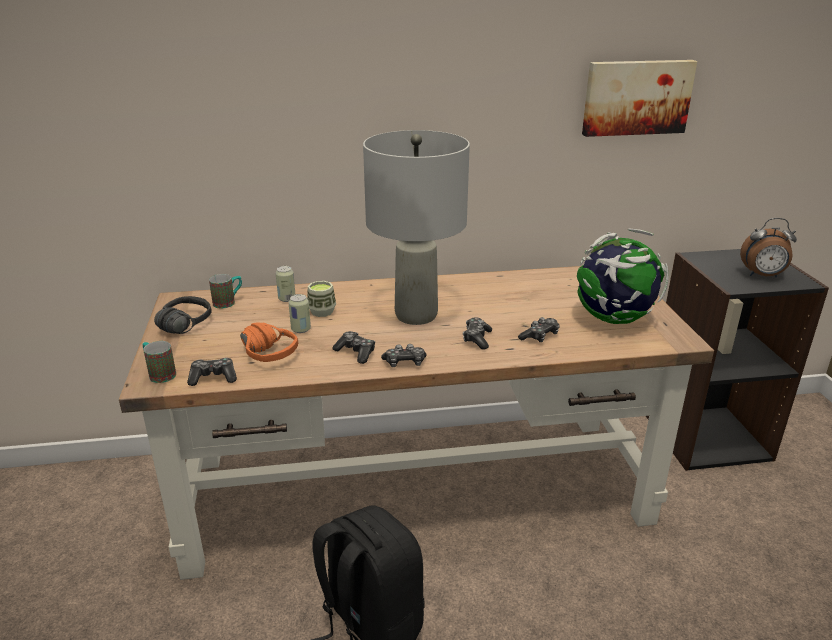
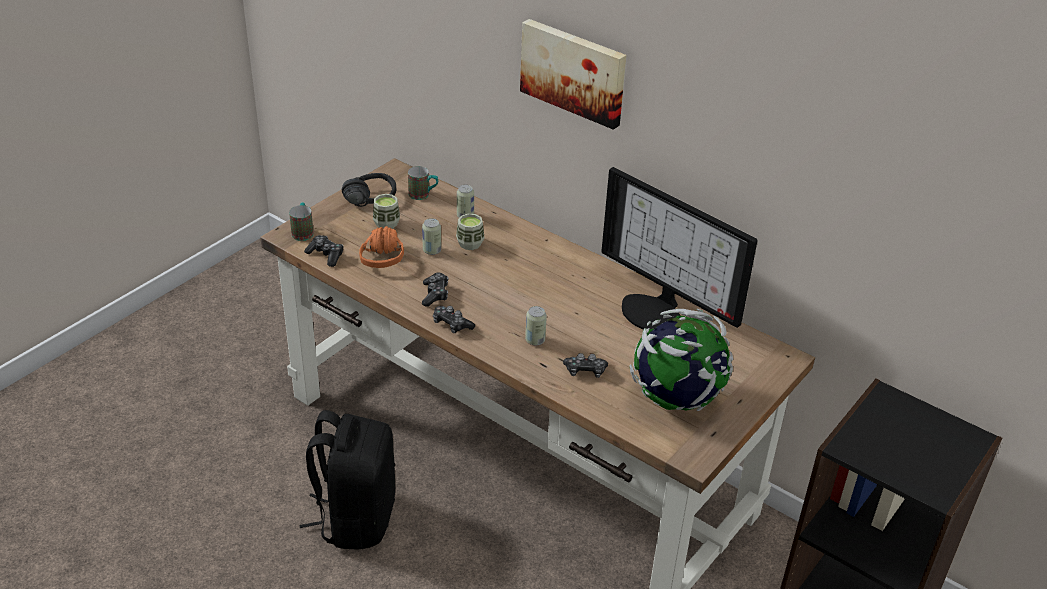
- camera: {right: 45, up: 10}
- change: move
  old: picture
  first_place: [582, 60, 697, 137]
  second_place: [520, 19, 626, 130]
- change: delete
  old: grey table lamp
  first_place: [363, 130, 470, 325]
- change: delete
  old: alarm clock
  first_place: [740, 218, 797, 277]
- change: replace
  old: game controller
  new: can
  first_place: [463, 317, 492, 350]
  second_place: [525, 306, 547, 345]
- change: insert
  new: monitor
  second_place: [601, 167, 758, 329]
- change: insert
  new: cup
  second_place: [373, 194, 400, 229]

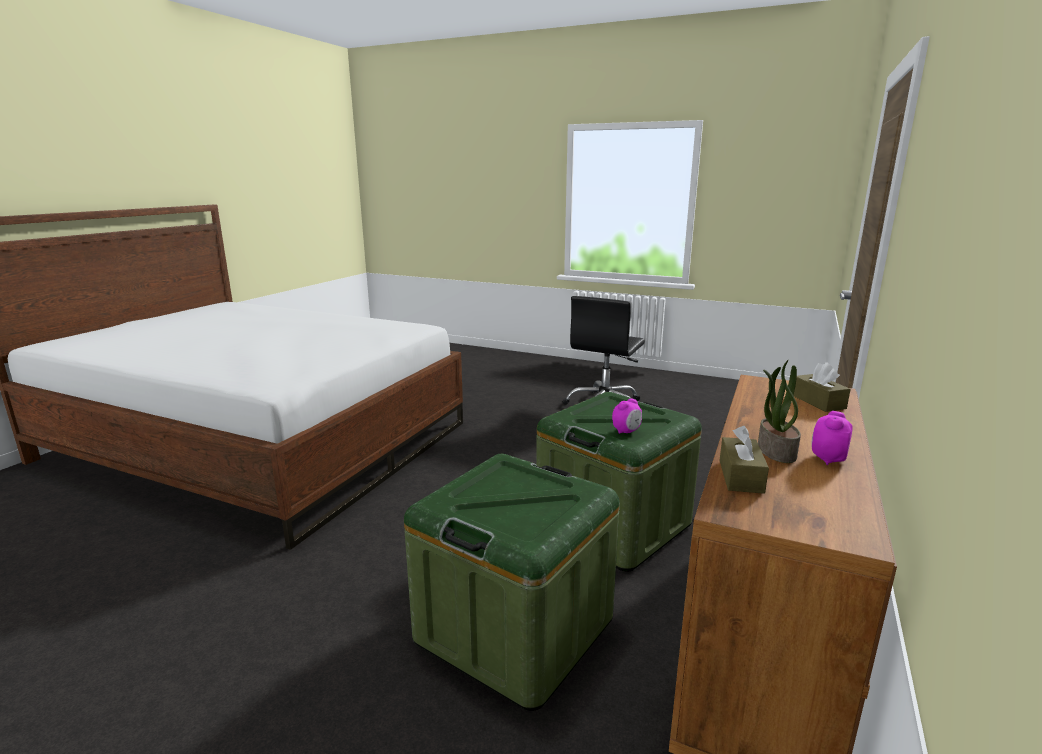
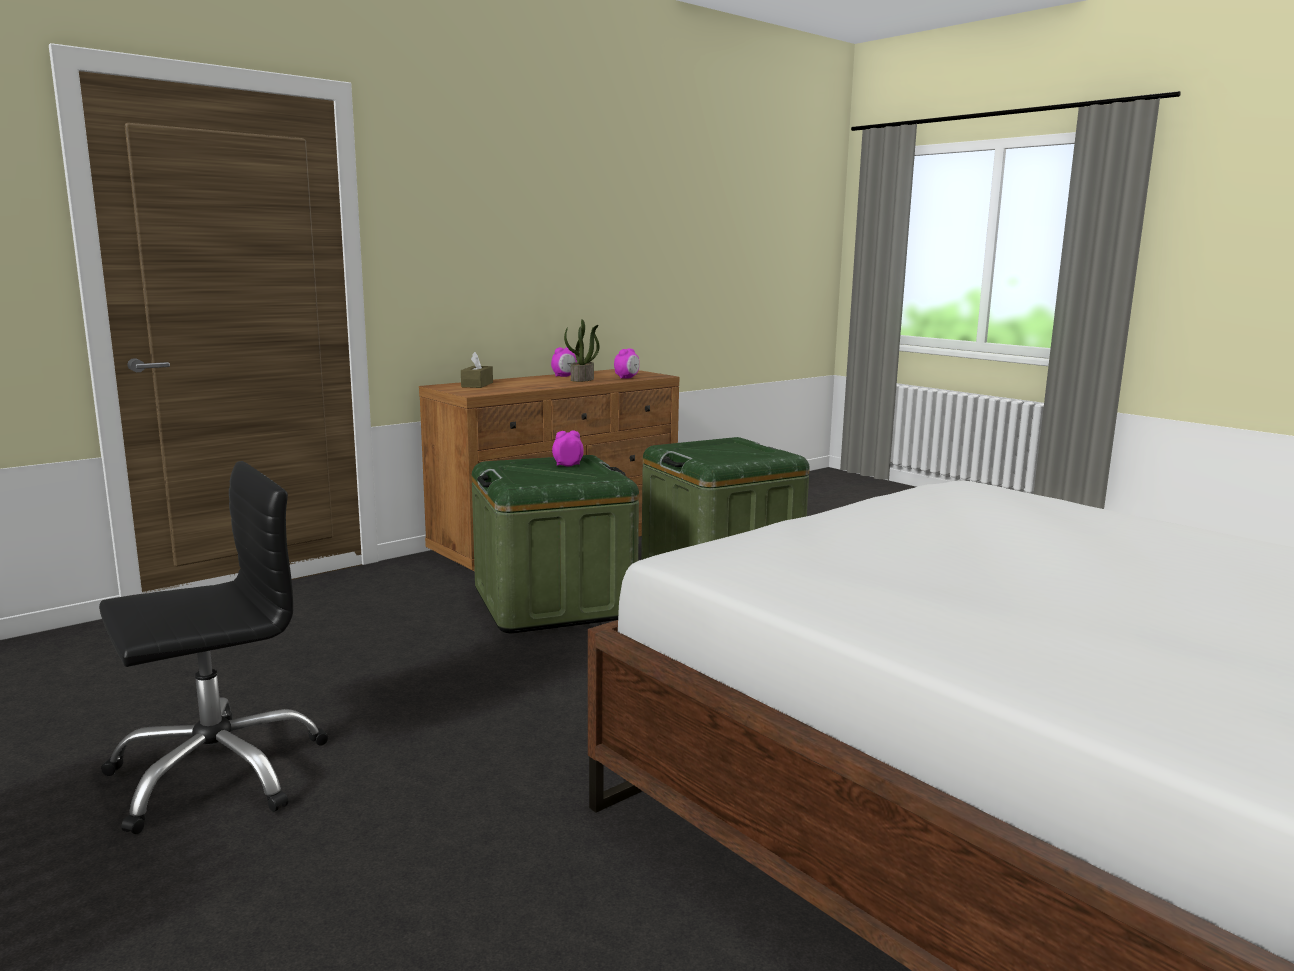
- camera: {right: -155, up: -5}
- change: replace
  old: brown tissue box
  new: alarm clock
  first_place: [719, 426, 769, 494]
  second_place: [614, 348, 639, 379]

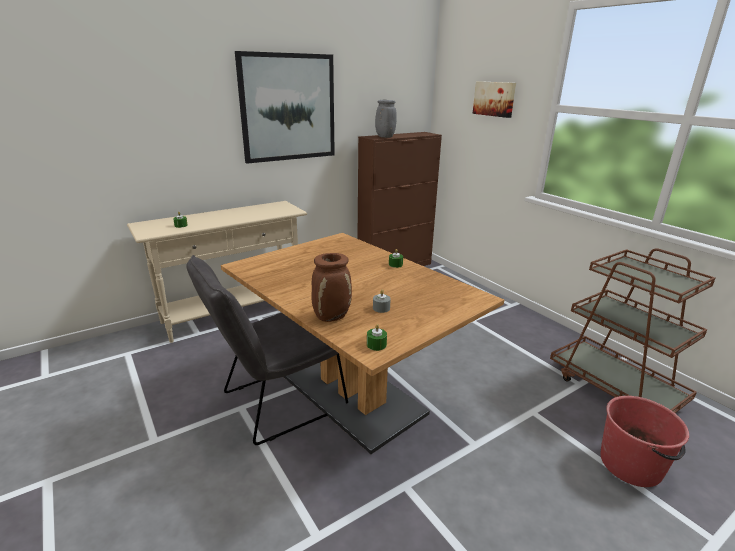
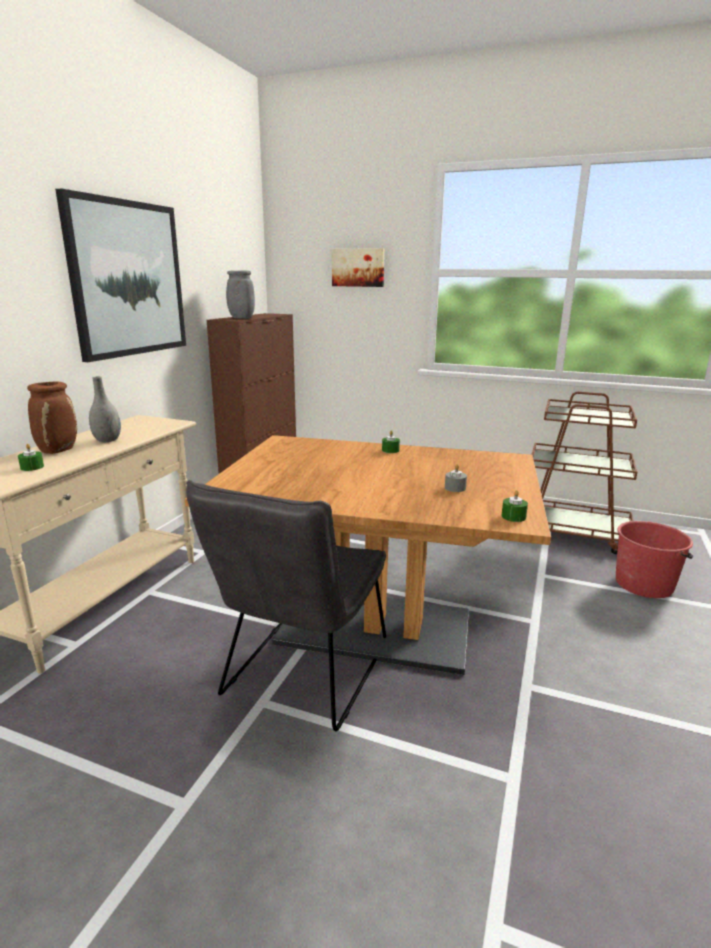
- camera: {right: -35, up: -5}
- change: move
  old: brown vase
  first_place: [311, 253, 352, 322]
  second_place: [27, 382, 77, 454]
- change: insert
  new: grey vase
  second_place: [89, 376, 121, 442]

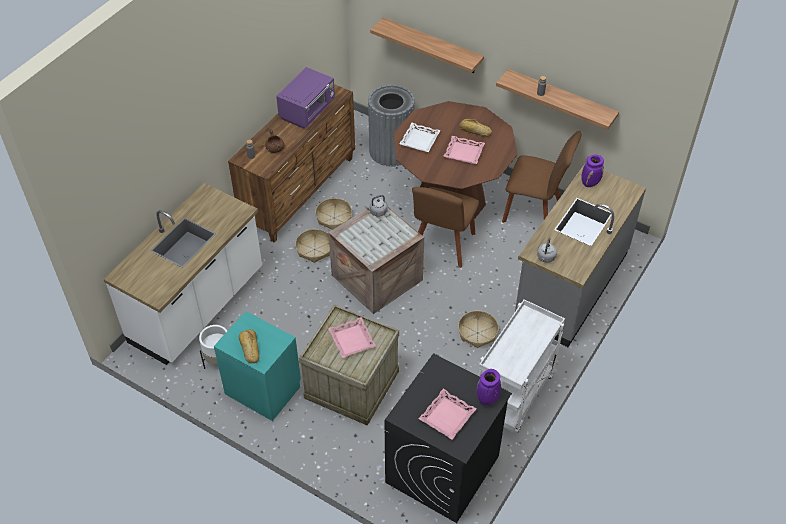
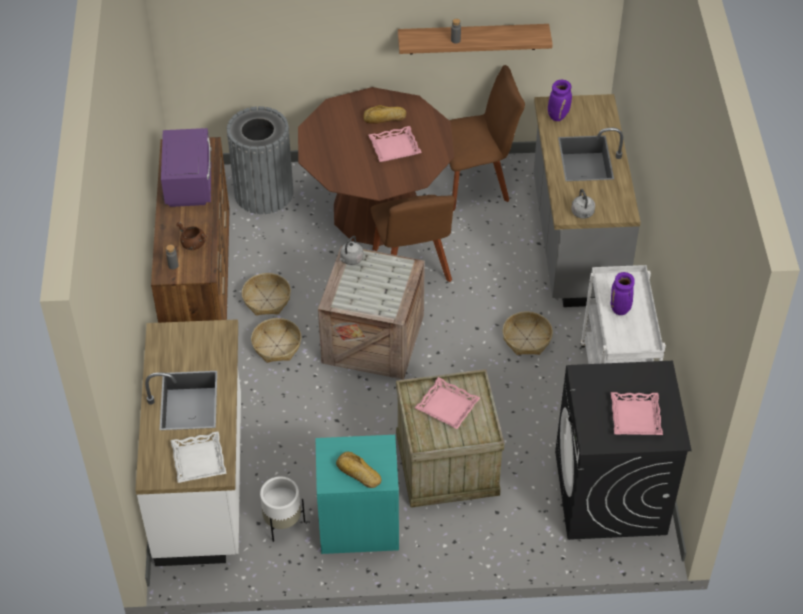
- camera: {right: -35, up: 0}
- change: delete
  old: shelf
  first_place: [370, 17, 484, 73]
- change: move
  old: white tray
  first_place: [399, 123, 441, 152]
  second_place: [171, 431, 227, 483]
- change: move
  old: purple vase
  first_place: [477, 369, 501, 405]
  second_place: [611, 272, 635, 315]

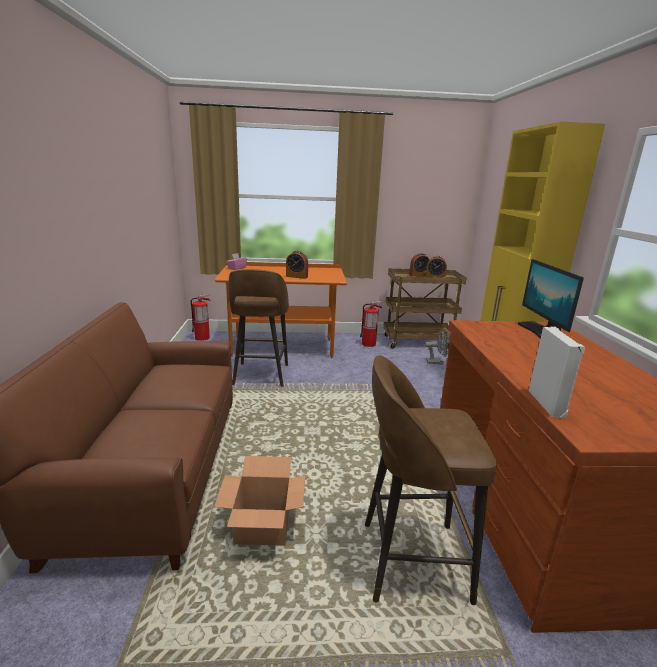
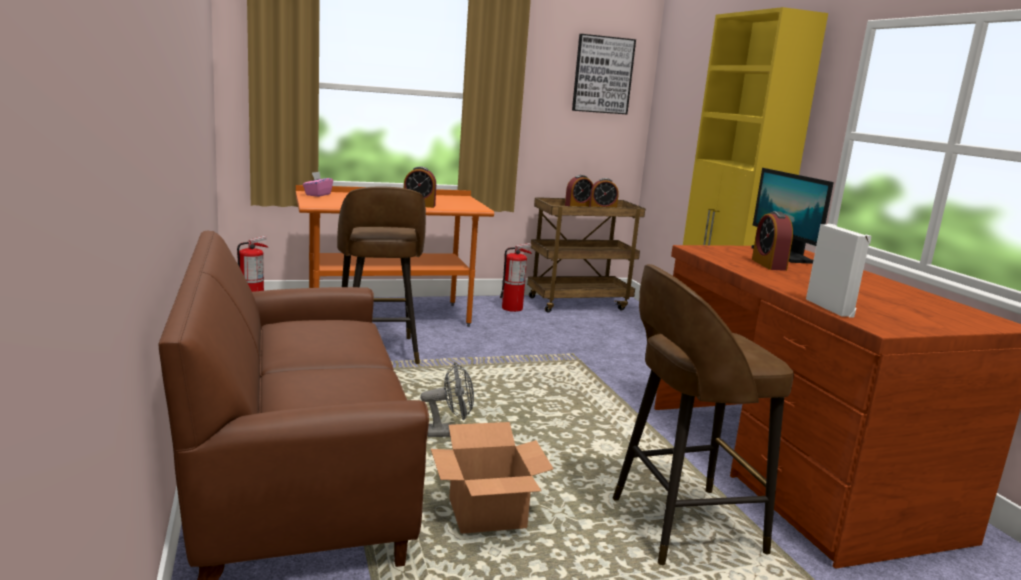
- camera: {right: -15, up: -5}
- change: move
  old: grey fan
  first_place: [425, 330, 450, 364]
  second_place: [420, 363, 474, 437]
- change: insert
  new: picture
  second_place: [572, 34, 636, 114]
- change: insert
  new: alarm clock
  second_place: [752, 211, 793, 271]

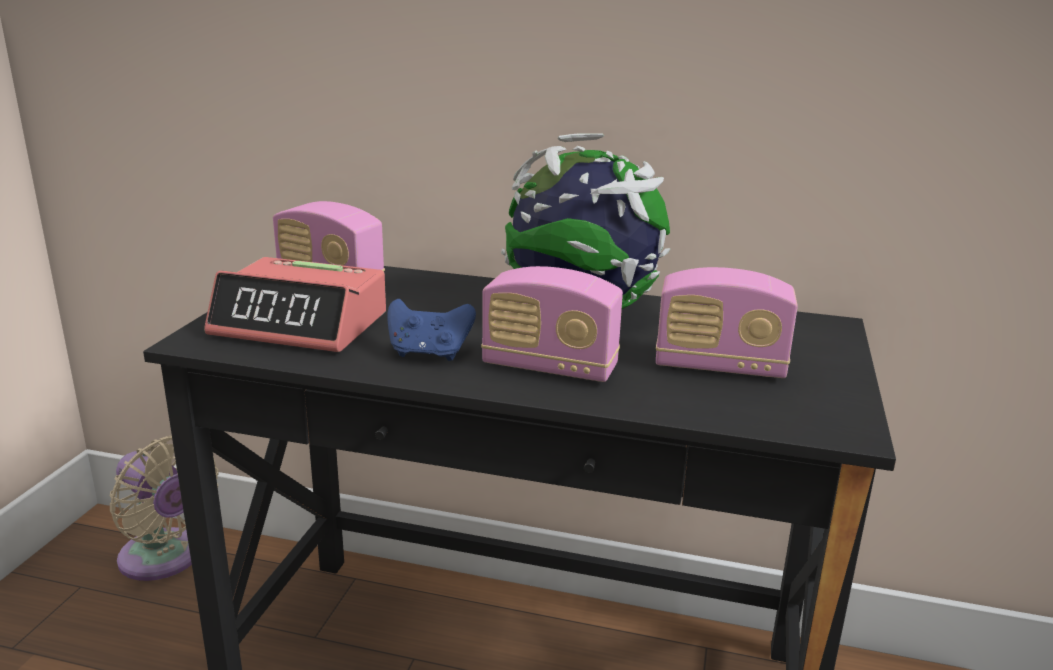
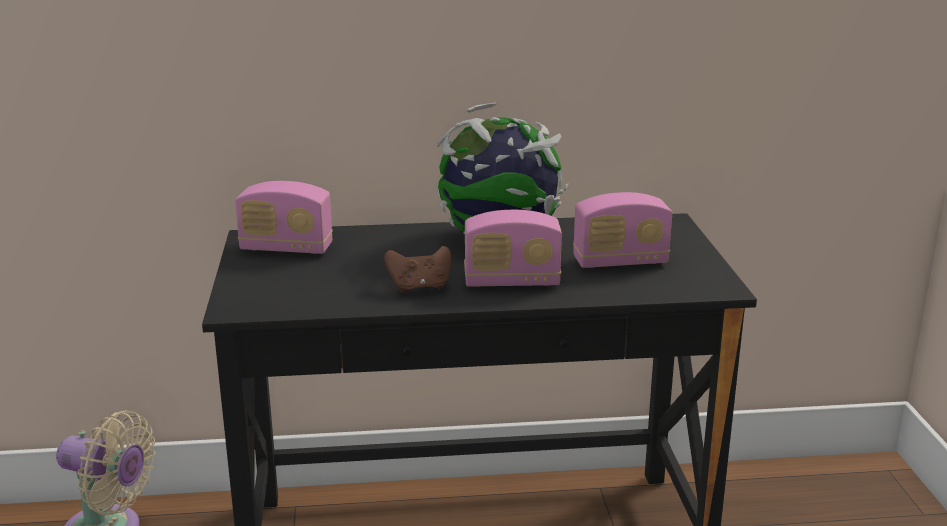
- camera: {right: -20, up: 0}
- change: delete
  old: alarm clock
  first_place: [204, 257, 386, 352]
- change: recolor
  old: blue game controller
  new: brown game controller
  first_place: [387, 299, 476, 361]
  second_place: [384, 246, 451, 293]

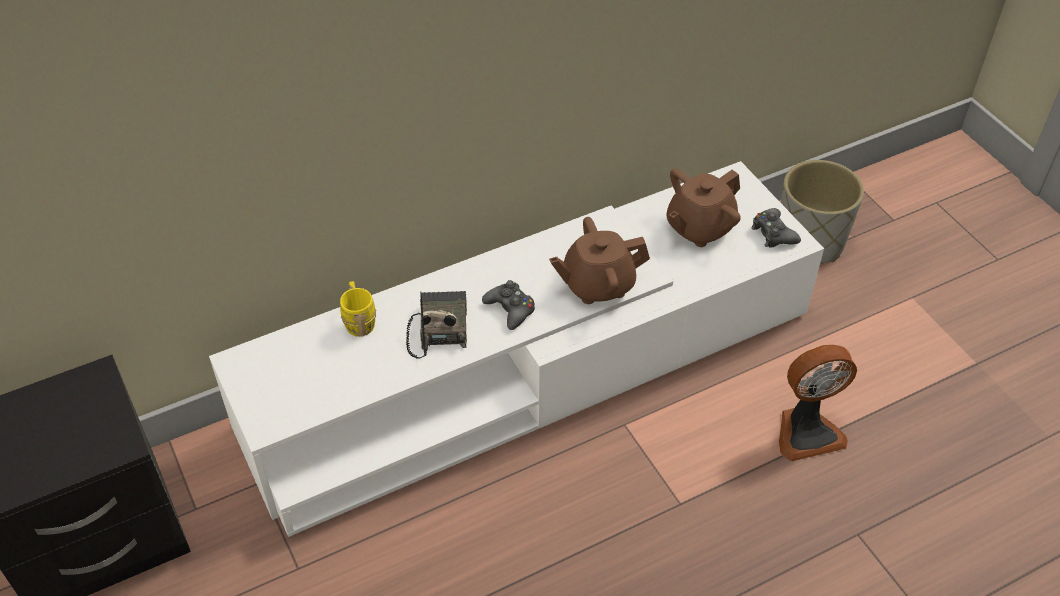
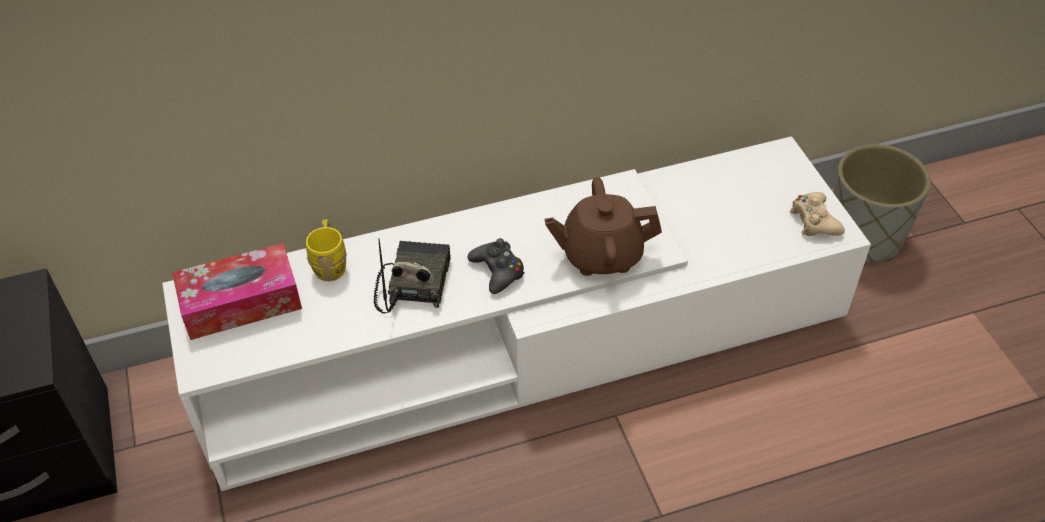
- camera: {right: 10, up: 0}
- change: delete
  old: brown teapot
  first_place: [667, 169, 741, 247]
- change: recolor
  old: black game controller
  new: beige game controller
  first_place: [752, 208, 801, 248]
  second_place: [790, 192, 845, 236]
- change: delete
  old: fan
  first_place: [779, 345, 857, 461]
- change: insert
  new: tissue box
  second_place: [172, 243, 302, 340]

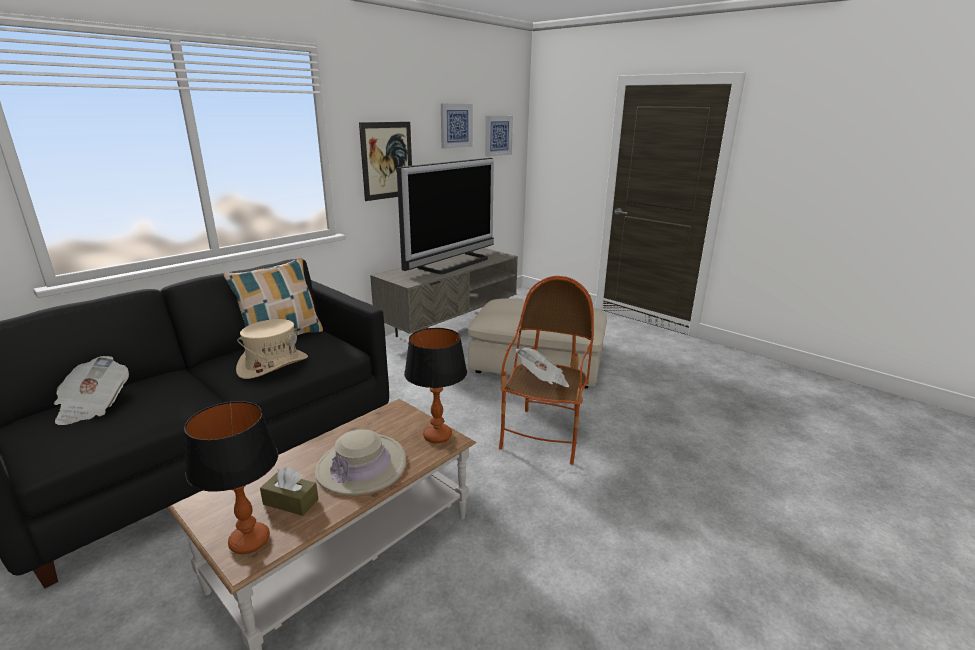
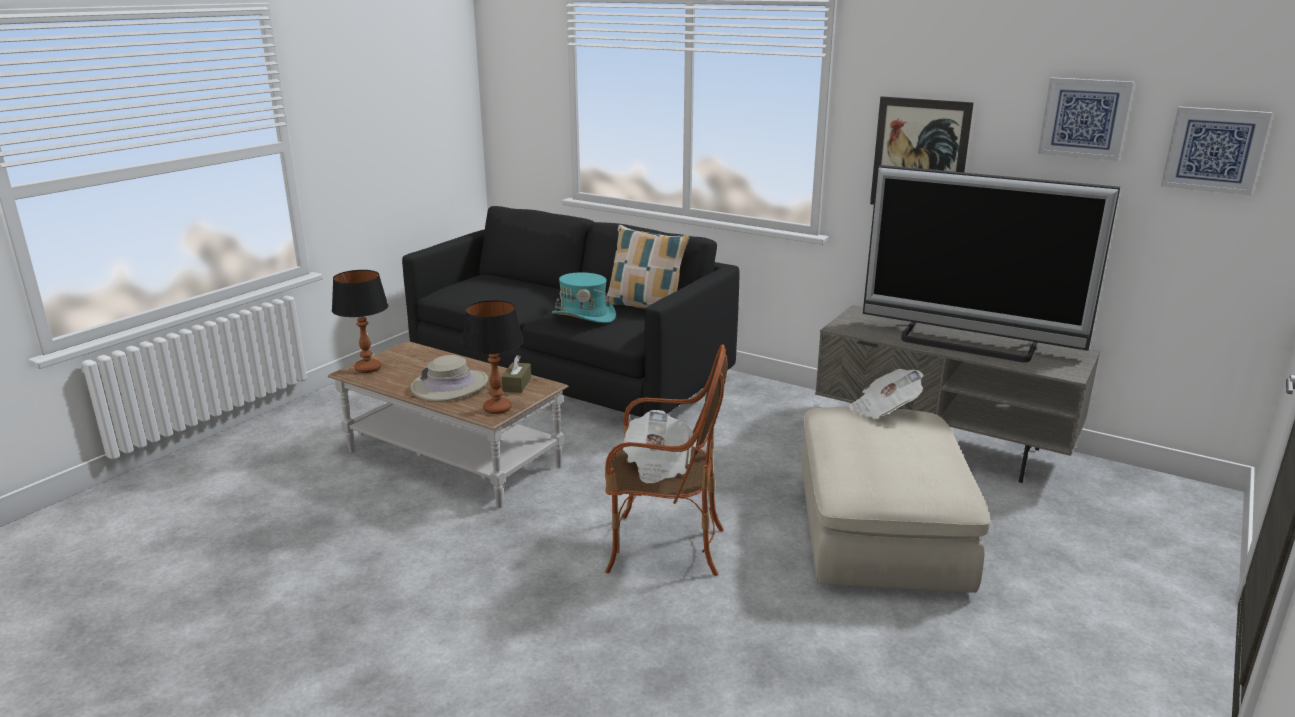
- camera: {right: 80, up: 0}
- change: recolor
  old: beige hat
  new: turquoise hat
  first_place: [236, 319, 308, 379]
  second_place: [552, 272, 616, 323]
- change: move
  old: newspaper
  first_place: [54, 356, 129, 425]
  second_place: [848, 369, 924, 420]
- change: move
  old: brown tissue box
  first_place: [260, 467, 318, 516]
  second_place: [501, 355, 531, 393]

